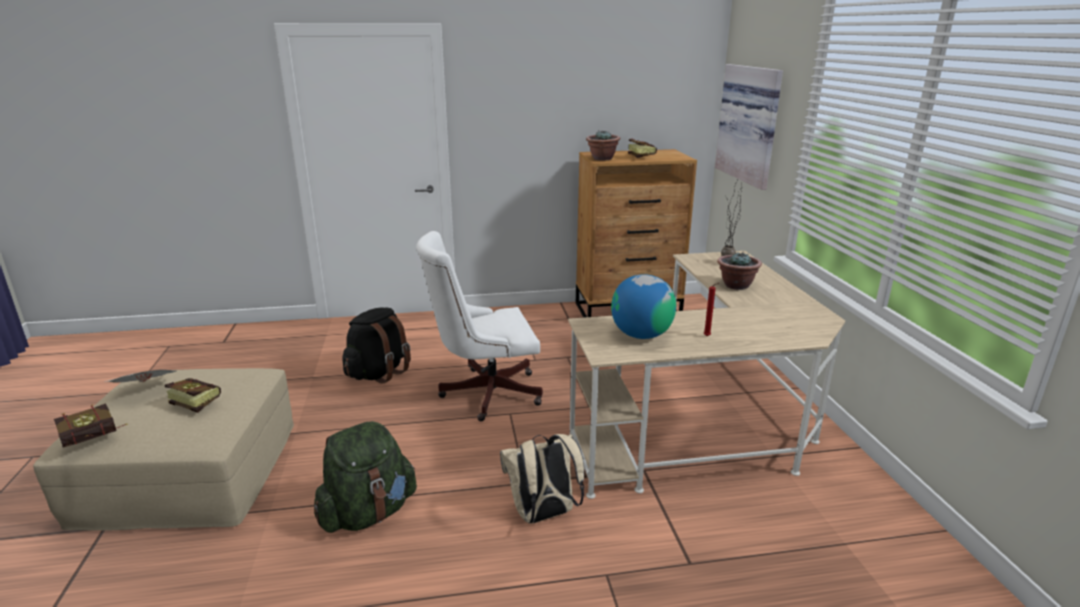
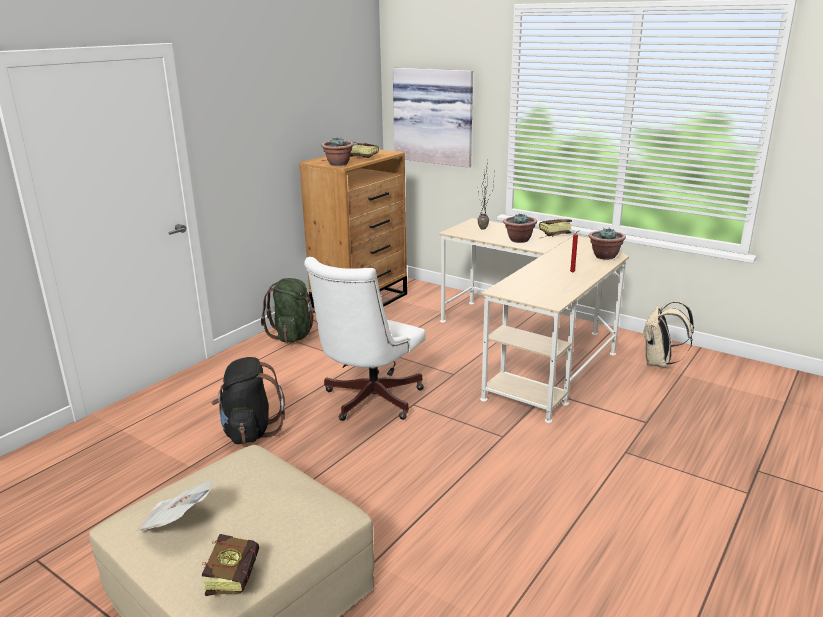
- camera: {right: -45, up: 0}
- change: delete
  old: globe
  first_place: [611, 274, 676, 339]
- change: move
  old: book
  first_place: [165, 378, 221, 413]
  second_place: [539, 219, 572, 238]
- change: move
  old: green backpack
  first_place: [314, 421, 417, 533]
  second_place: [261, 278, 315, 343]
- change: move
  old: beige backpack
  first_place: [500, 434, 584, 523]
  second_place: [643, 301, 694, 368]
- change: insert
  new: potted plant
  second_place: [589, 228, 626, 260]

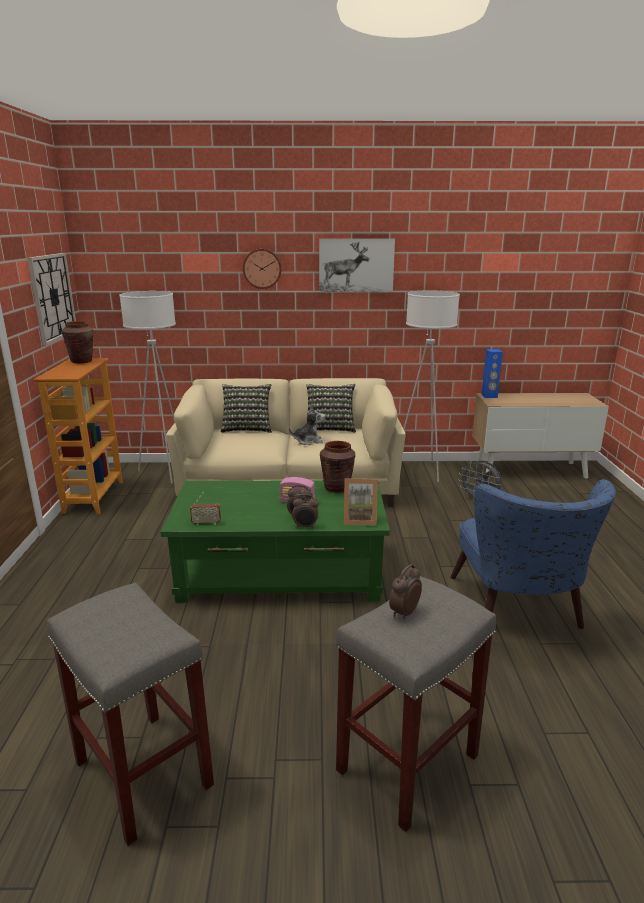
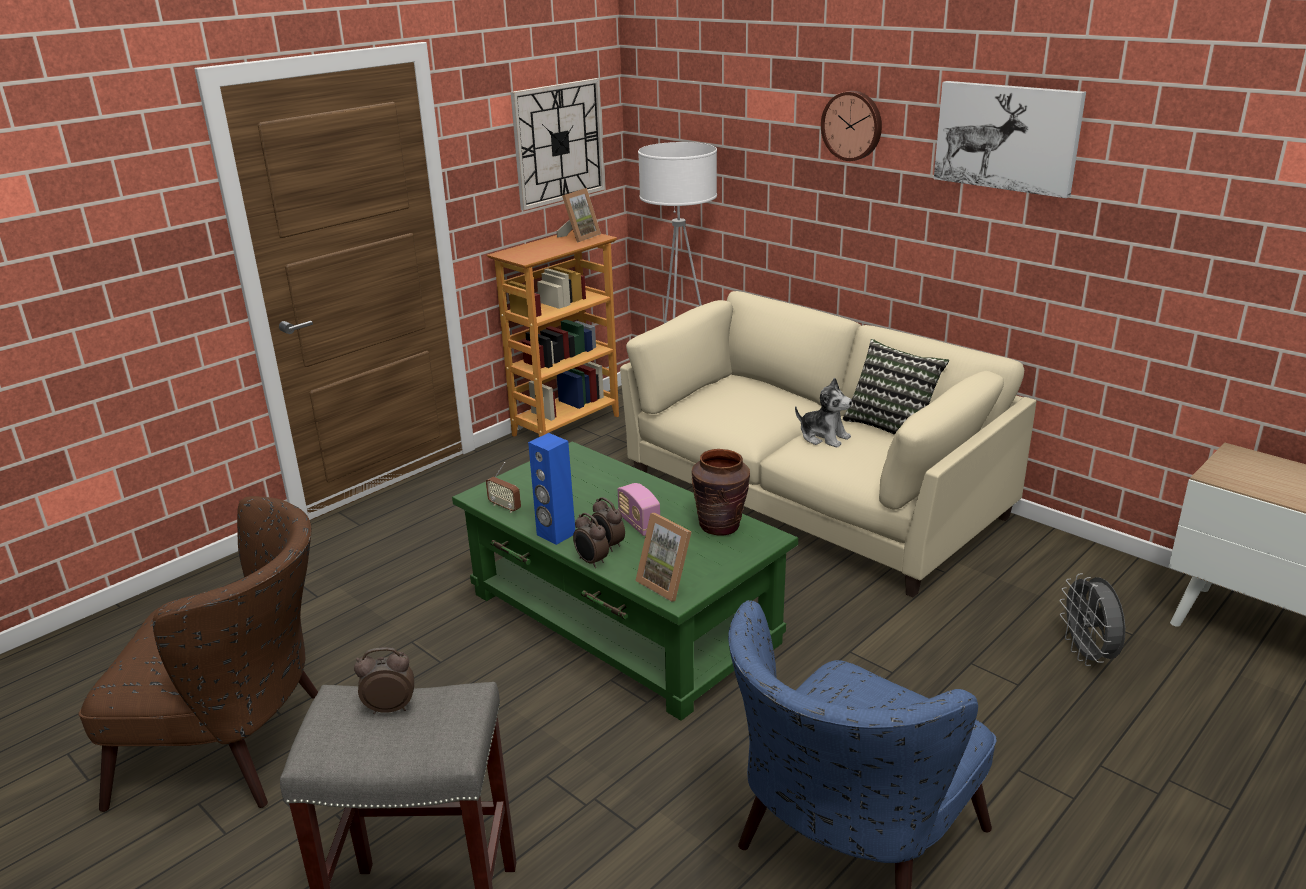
- camera: {right: 45, up: 5}
- change: delete
  old: white floor lamp
  first_place: [403, 290, 460, 482]
- change: replace
  old: brown vase
  new: picture frame
  first_place: [62, 321, 93, 364]
  second_place: [557, 188, 601, 242]
- change: move
  old: blue speaker
  first_place: [482, 349, 503, 398]
  second_place: [528, 433, 575, 545]
- change: delete
  old: pillow
  first_place: [221, 384, 272, 433]
- change: replace
  old: grey stool
  new: brown armchair
  first_place: [47, 583, 214, 846]
  second_place: [78, 496, 318, 812]

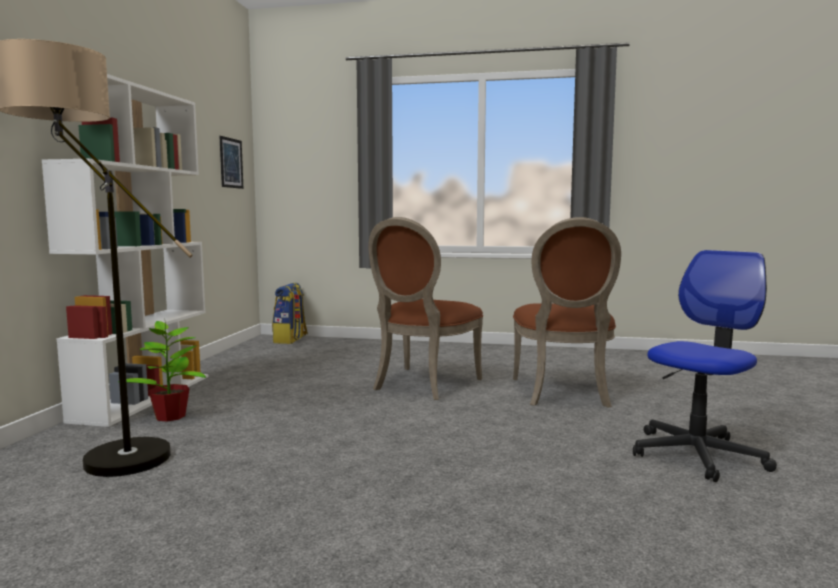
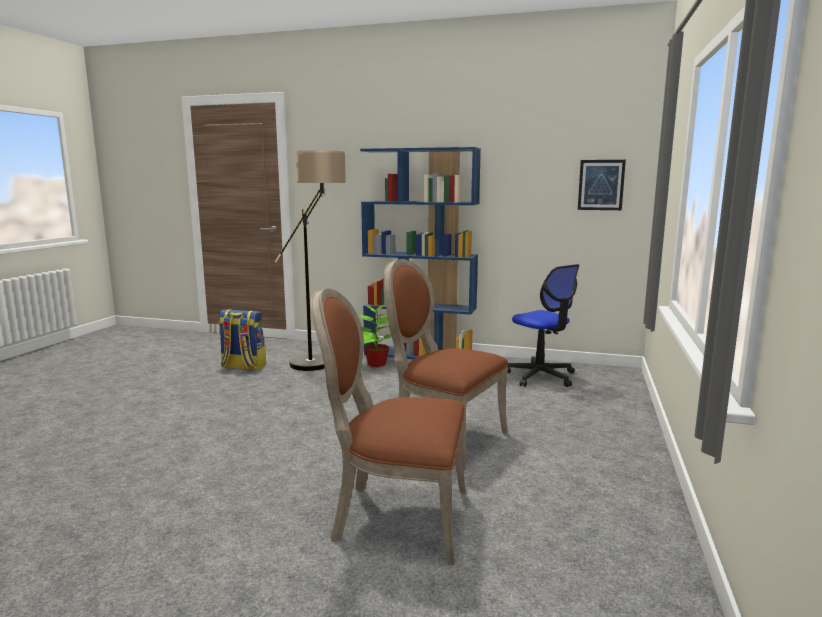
- camera: {right: 95, up: 5}
- change: recolor
  old: white bookcase
  new: blue bookcase
  first_place: [42, 74, 209, 427]
  second_place: [360, 147, 481, 359]
- change: move
  old: office chair
  first_place: [633, 250, 777, 482]
  second_place: [507, 264, 579, 387]
- change: move
  old: backpack
  first_place: [272, 283, 308, 344]
  second_place: [219, 309, 266, 370]

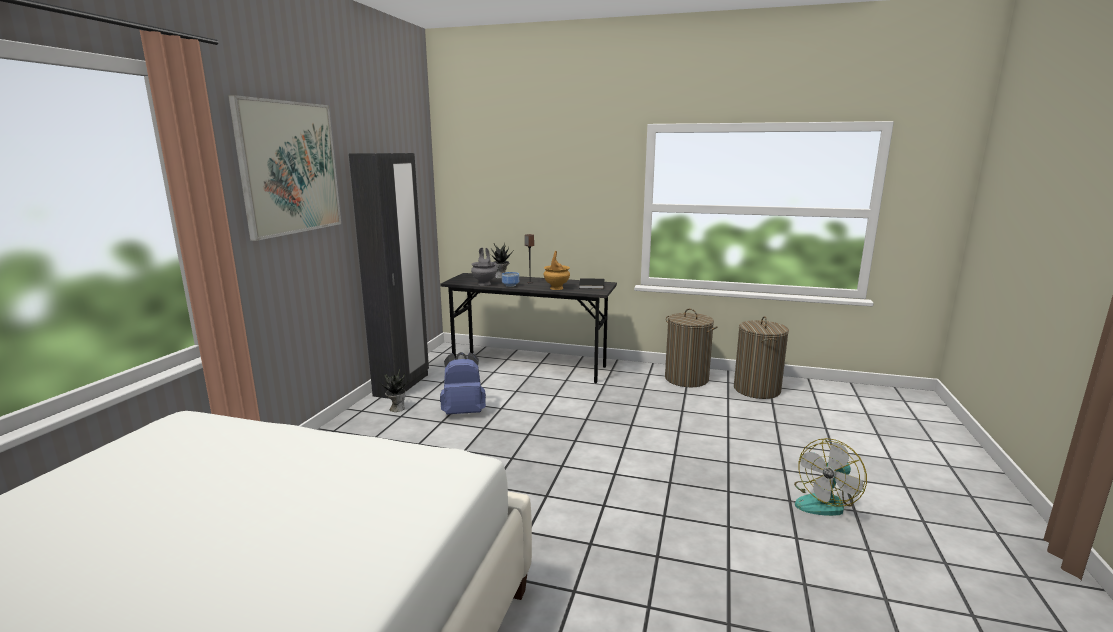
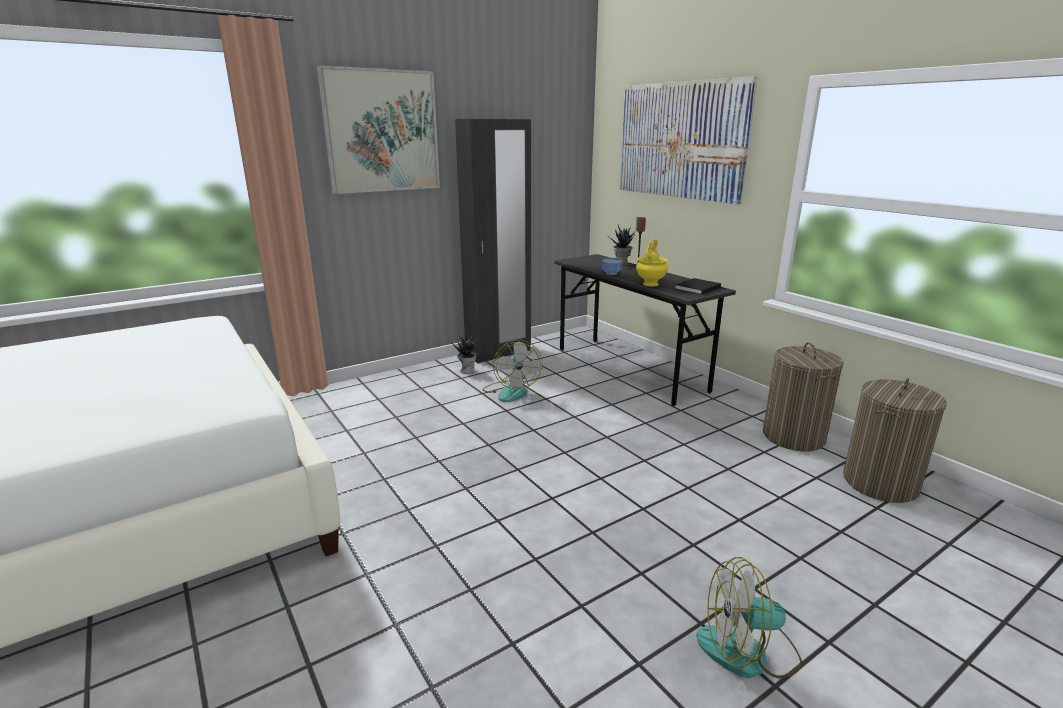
- camera: {right: 40, up: 5}
- change: delete
  old: grey vase
  first_place: [471, 248, 497, 286]
- change: recolor
  old: brown vase
  new: yellow vase
  first_place: [544, 251, 570, 290]
  second_place: [636, 239, 668, 286]
- change: replace
  old: blue backpack
  new: fan
  first_place: [440, 352, 486, 415]
  second_place: [483, 340, 543, 402]
- change: insert
  new: picture
  second_place: [619, 76, 757, 205]

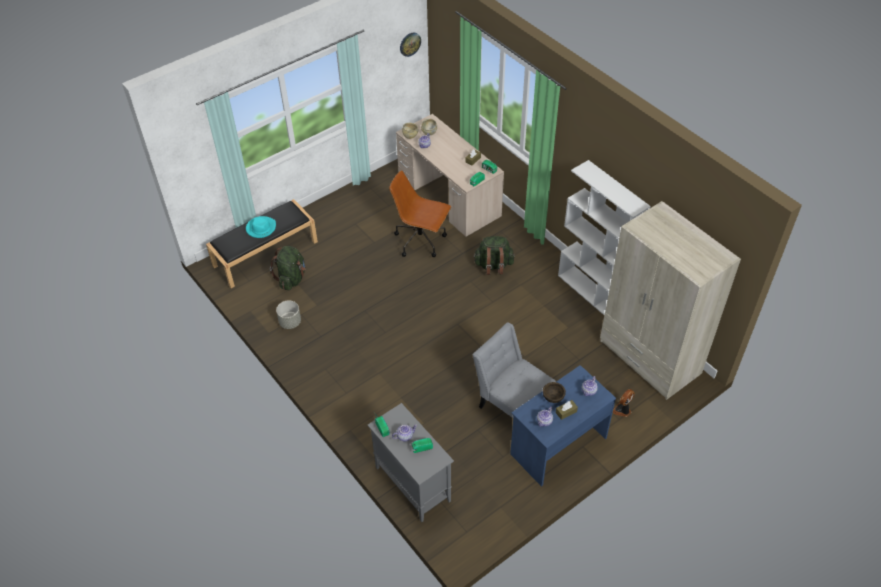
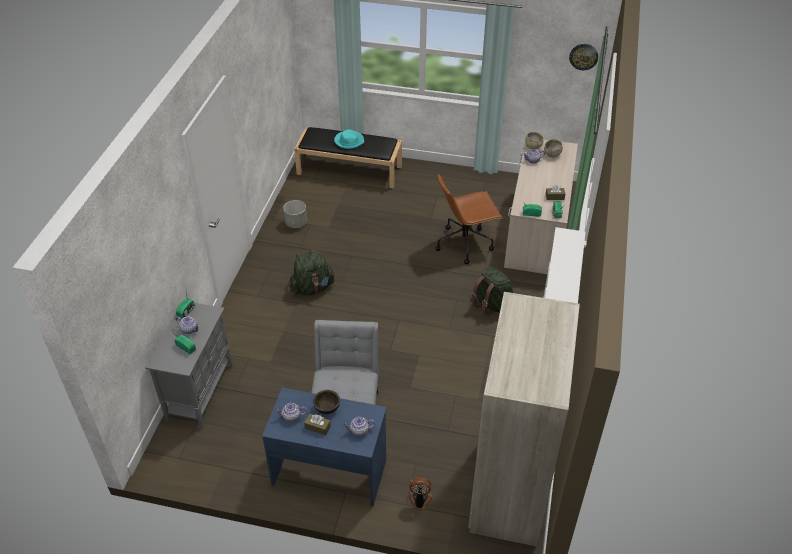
- camera: {right: 50, up: -5}
- change: rotate
  old: brown office chair
  first_place: [389, 170, 451, 257]
  second_place: [436, 174, 502, 264]
  degrees: -90
- change: move
  old: green backpack
  first_place: [270, 246, 305, 290]
  second_place: [289, 250, 334, 296]

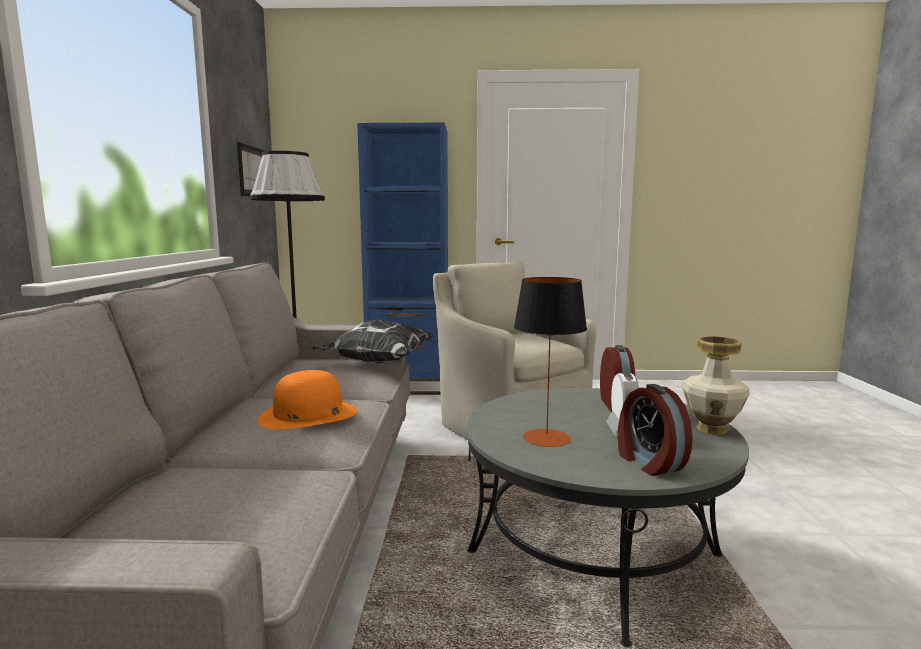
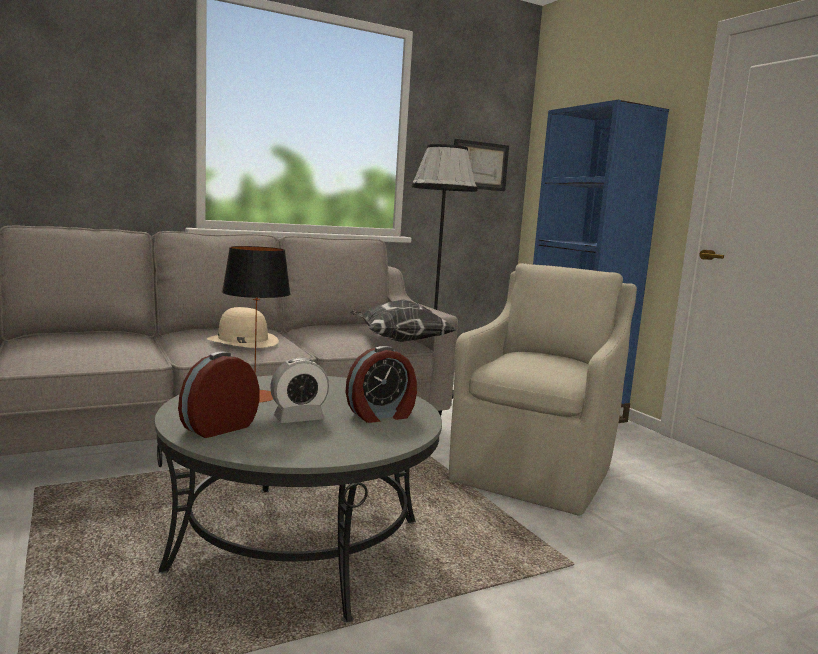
- camera: {right: 60, up: 0}
- change: delete
  old: vase
  first_place: [682, 336, 750, 435]
- change: recolor
  old: orange hat
  new: beige hat
  first_place: [258, 370, 357, 429]
  second_place: [207, 307, 279, 348]

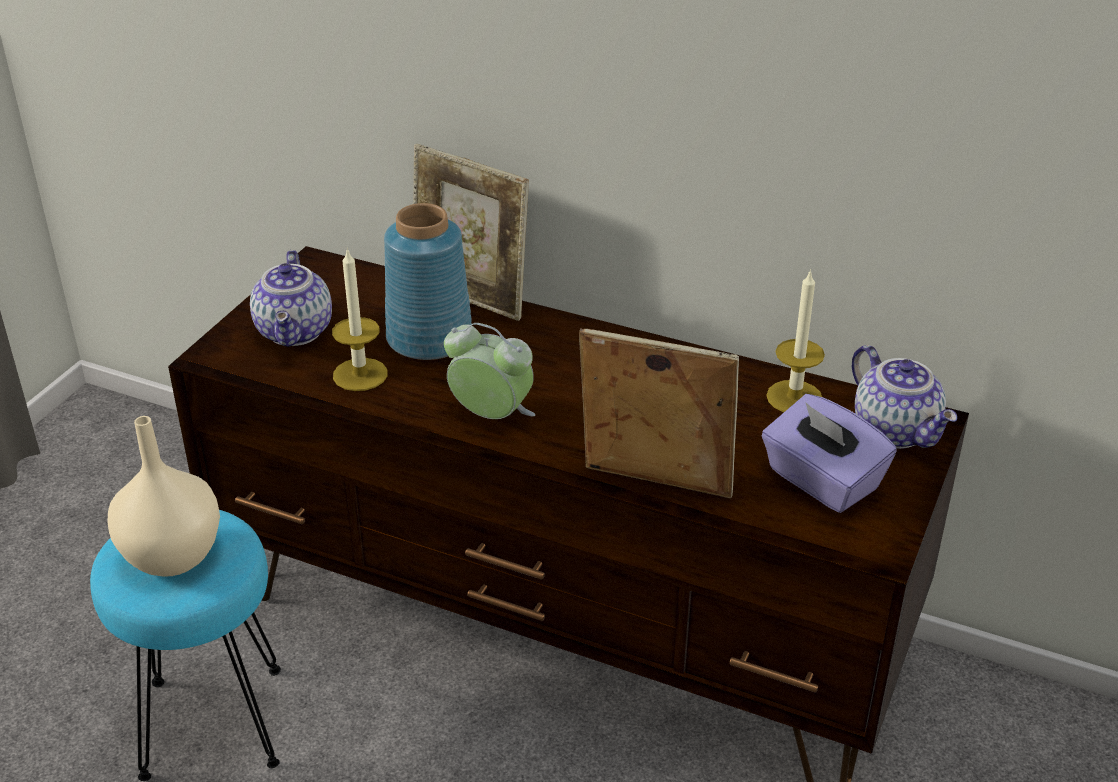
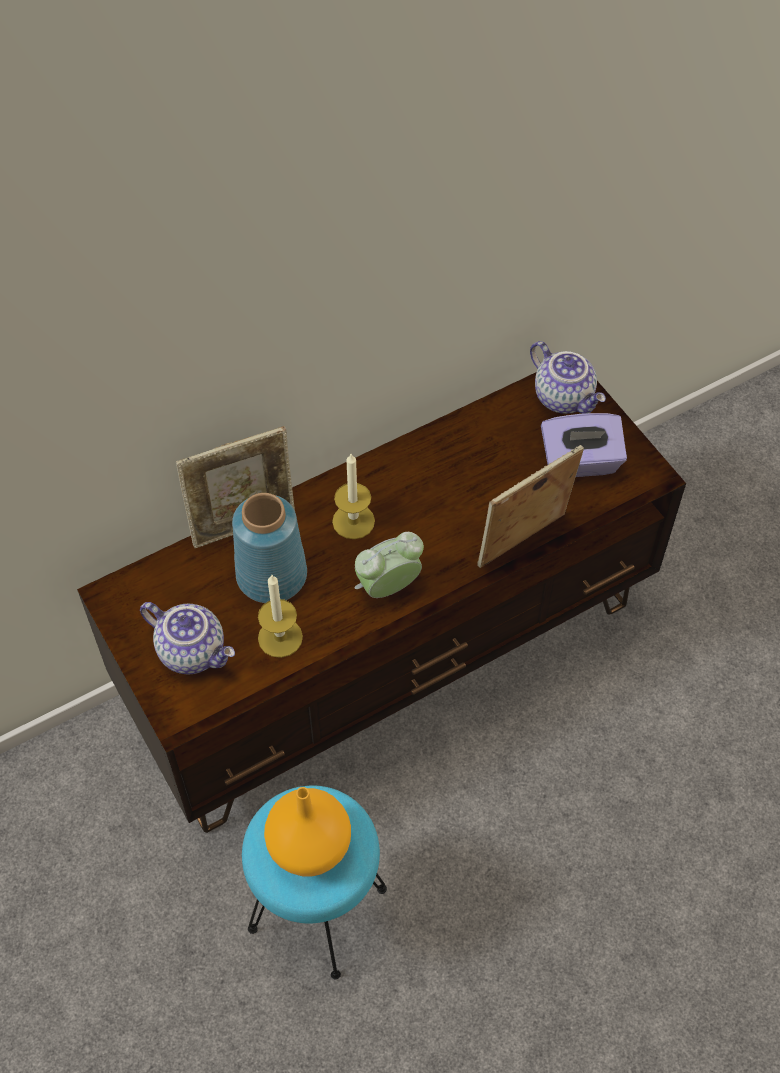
- camera: {right: -55, up: 20}
- change: move
  old: candle
  first_place: [766, 269, 825, 412]
  second_place: [332, 454, 375, 539]
- change: rotate
  old: teapot
  first_place: [851, 345, 957, 449]
  second_place: [530, 341, 606, 414]
  degrees: 45
- change: recolor
  old: beige vase
  new: orange vase
  first_place: [107, 416, 220, 577]
  second_place: [264, 787, 351, 877]

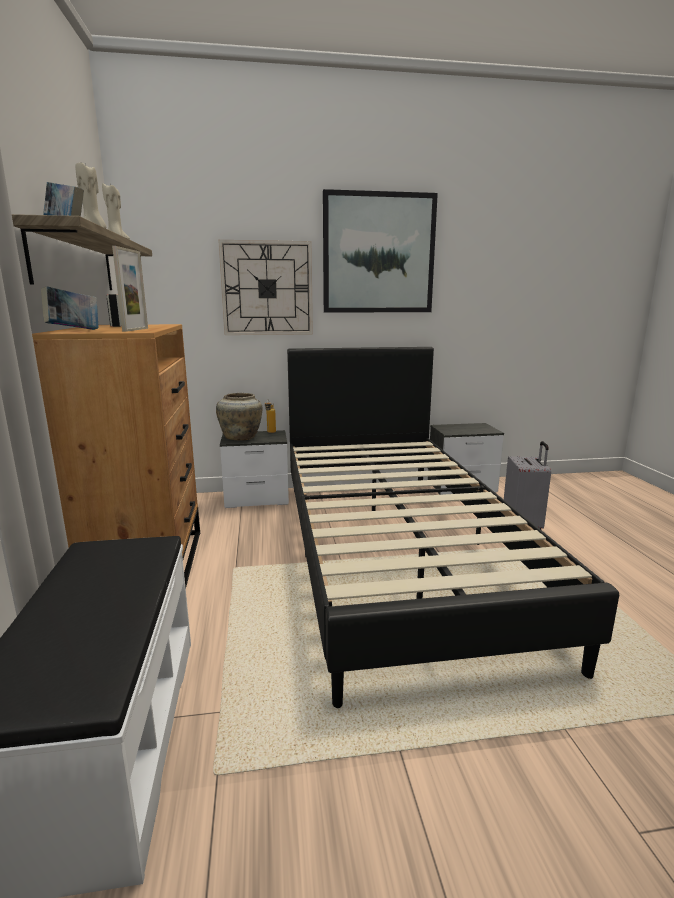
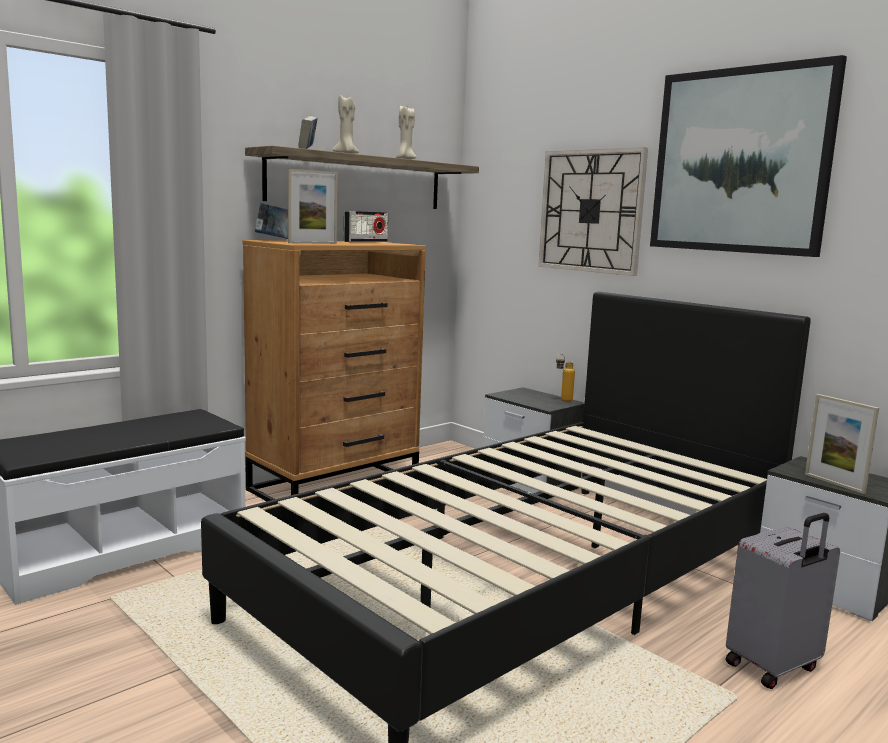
- camera: {right: 55, up: -5}
- change: delete
  old: beige vase
  first_place: [216, 393, 262, 441]
- change: insert
  new: picture frame
  second_place: [805, 394, 879, 494]

